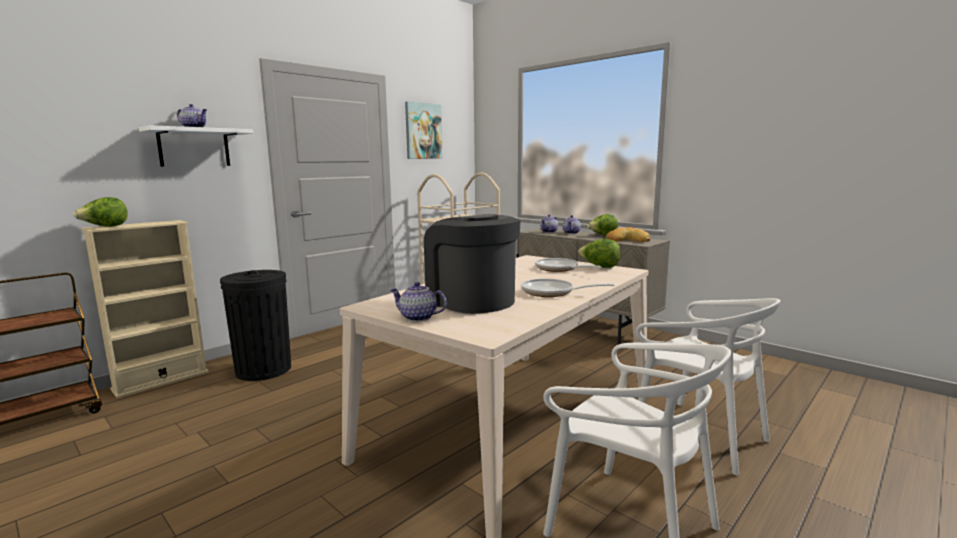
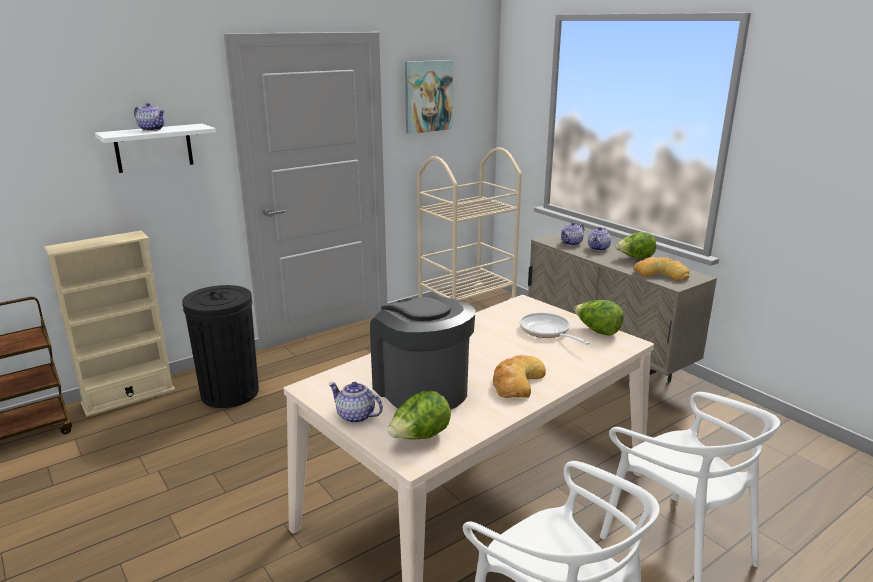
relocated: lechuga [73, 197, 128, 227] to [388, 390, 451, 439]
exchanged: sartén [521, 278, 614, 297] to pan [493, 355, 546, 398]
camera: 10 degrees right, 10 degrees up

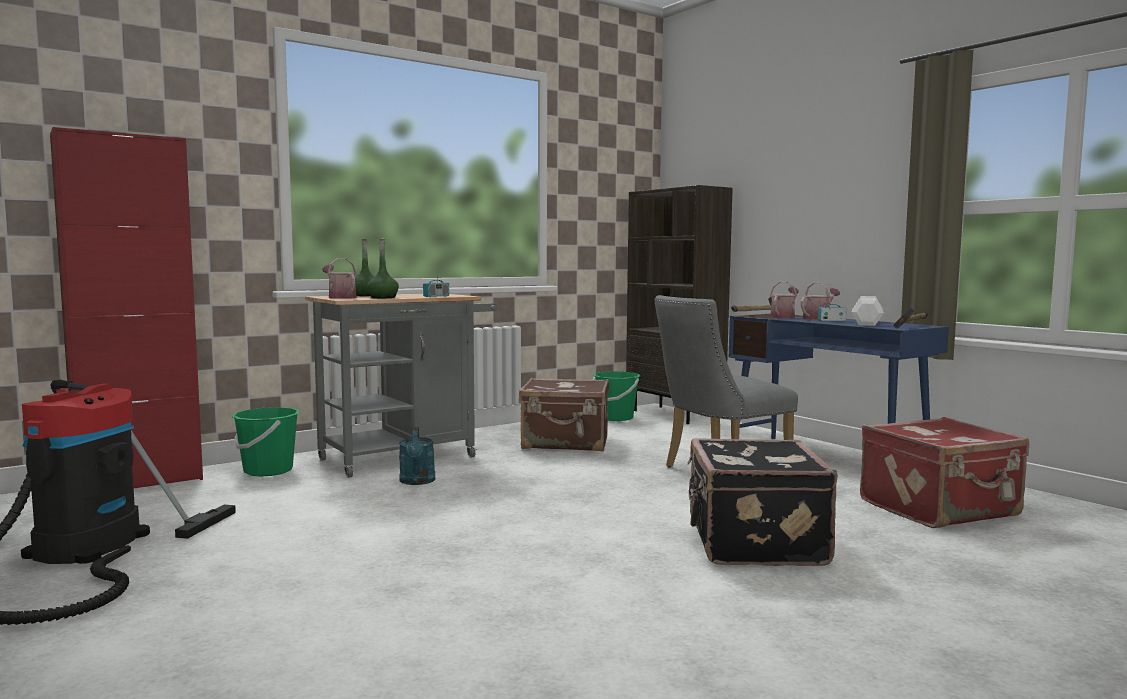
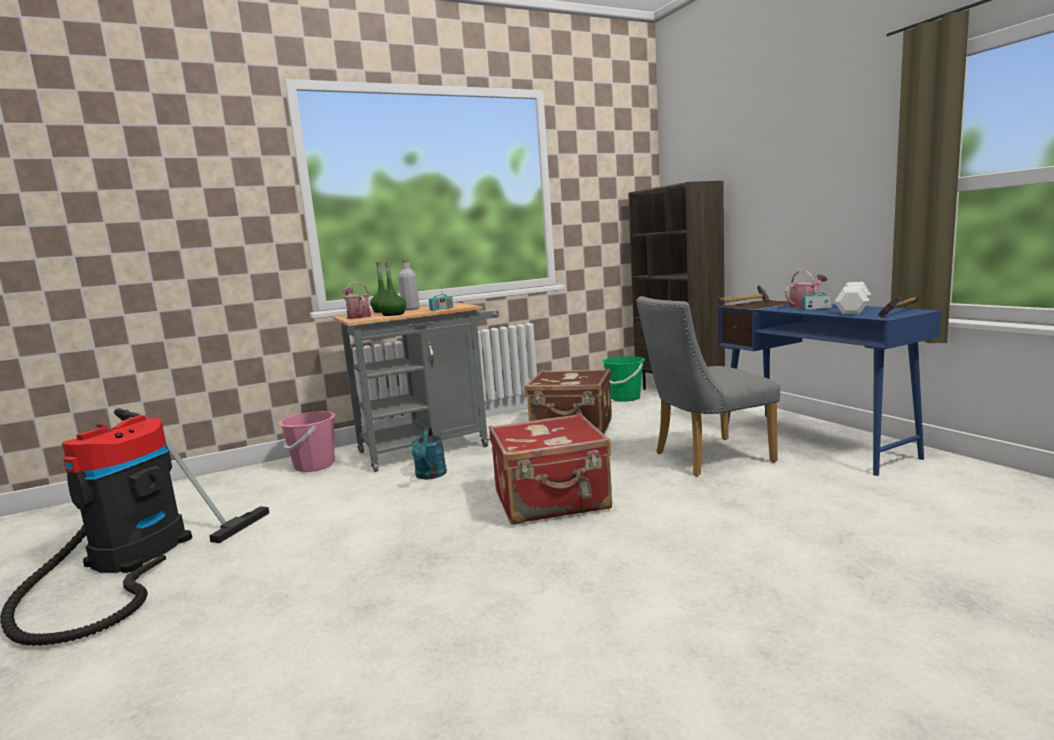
missing: armario/rojo [50, 127, 203, 488]; maleta/negro [687, 438, 838, 566]; regadera [770, 281, 799, 318]
appeared: botella/gris [398, 260, 420, 311]
relocated: maleta/rojo [860, 417, 1030, 528] to [489, 413, 612, 525]
colour: cubo/verde [232, 407, 300, 477] to cubo/rosa [279, 411, 336, 472]
camera: 10 degrees right, 5 degrees up

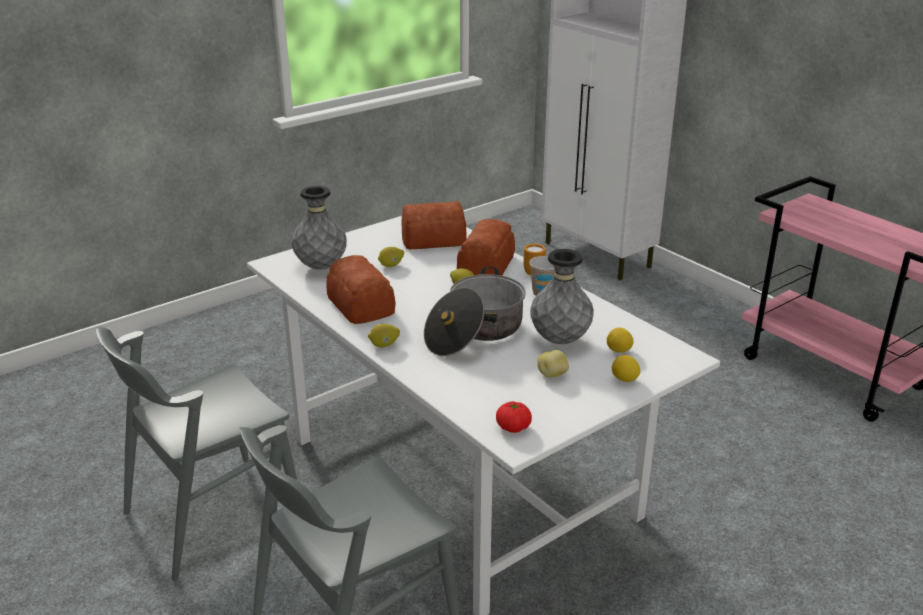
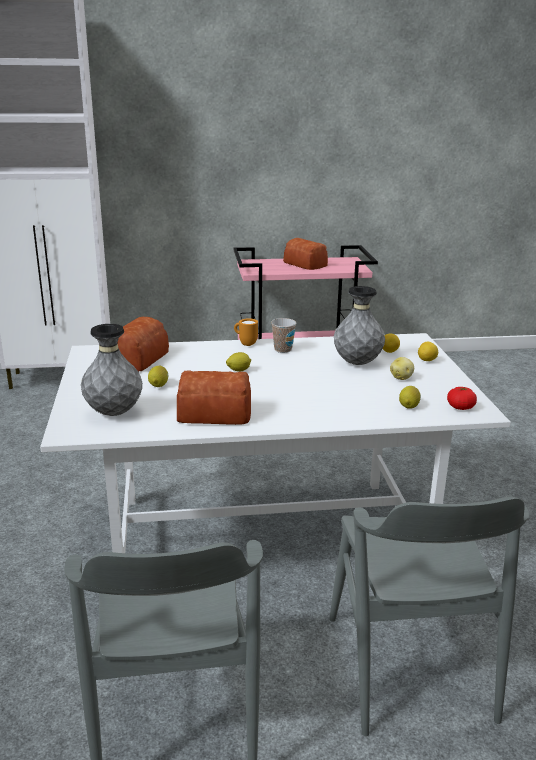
missing: olla [424, 267, 526, 356]
relocated: limón [368, 324, 400, 347] to [399, 386, 421, 409]; pan [457, 219, 515, 276] to [283, 238, 328, 270]
camera: 60 degrees left, 5 degrees down

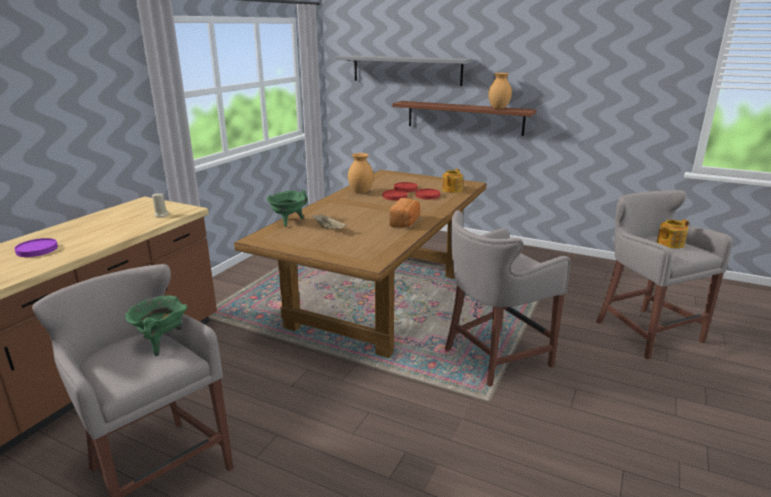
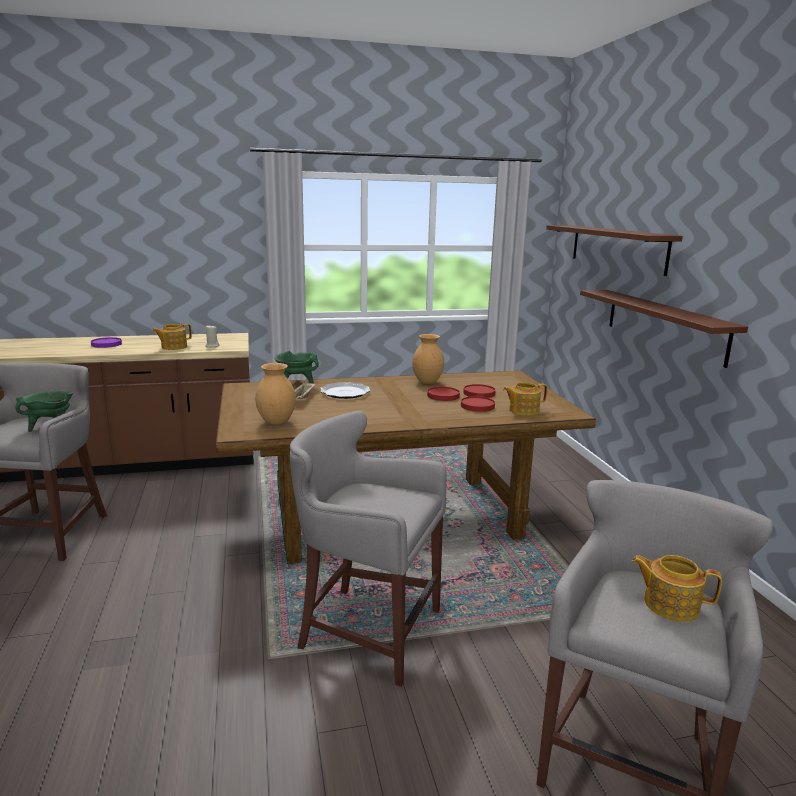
missing: pan [389, 198, 420, 228]
appeared: tetera [152, 324, 192, 350]; plato [321, 382, 370, 399]
relocated: florero/marrón [488, 73, 512, 109] to [255, 363, 296, 425]
colour: estante/gris [336, 55, 473, 86] to estante/marrón [546, 225, 683, 276]
camera: 50 degrees right, 5 degrees down

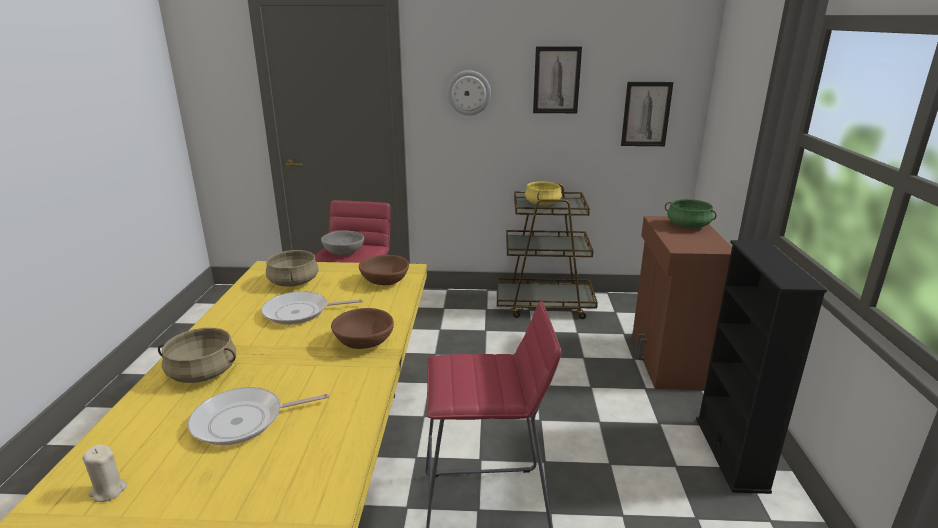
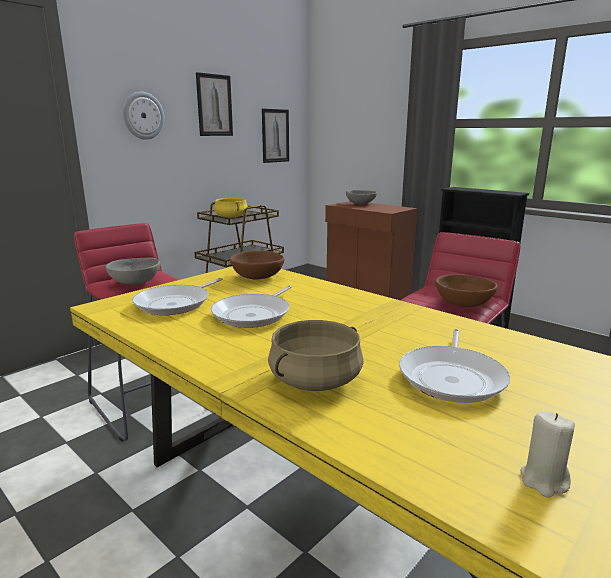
relocated: cuenco/marrón [331, 308, 394, 349] to [436, 274, 498, 307]
exchanged: olla/beis [266, 250, 319, 287] to sartén [132, 278, 223, 315]; olla/verde [665, 199, 717, 228] to cuenco/gris [346, 190, 377, 205]
camera: 50 degrees left, 5 degrees down

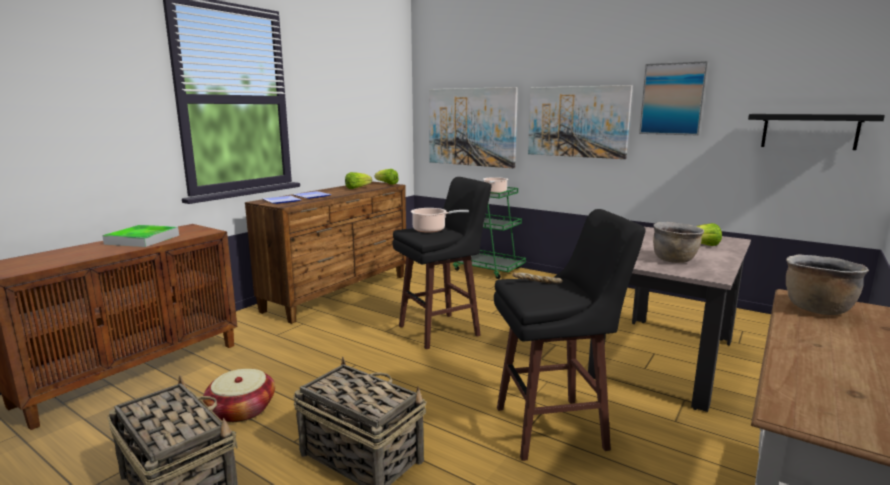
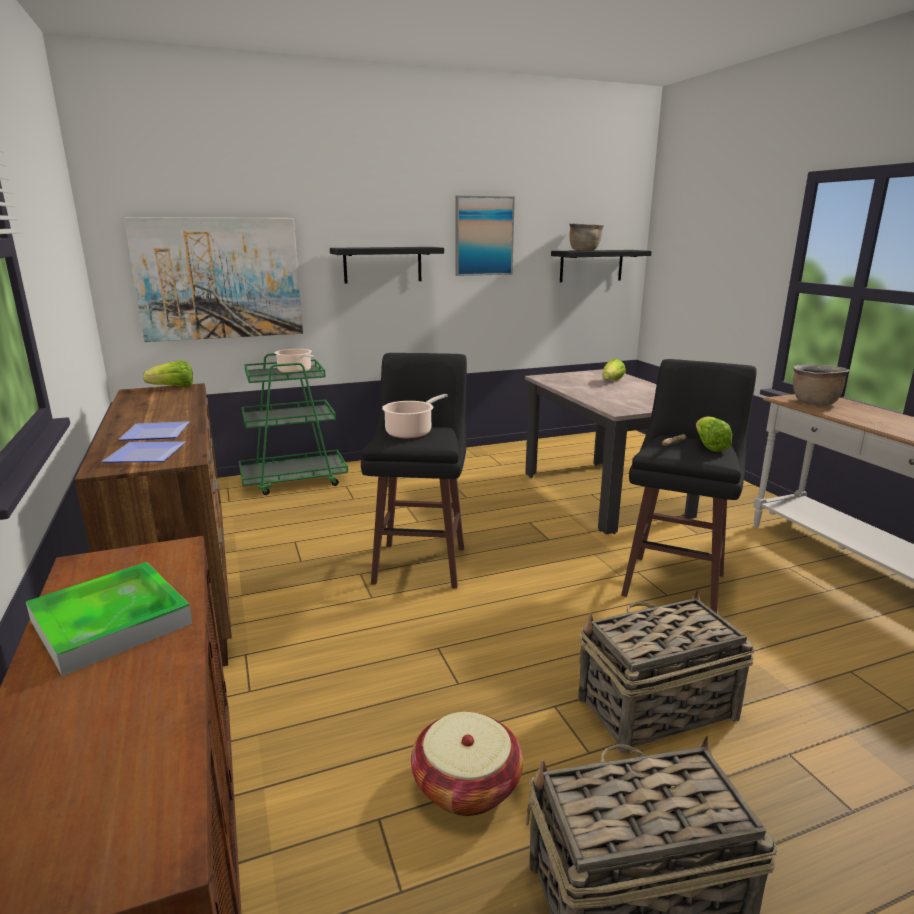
relocated: lechuga [345, 172, 372, 189] to [696, 416, 732, 452]; olla/marrón [653, 222, 704, 263] to [569, 223, 604, 251]
exchanged: cuadro [528, 85, 633, 159] to estante/negro [330, 247, 444, 283]
camera: 55 degrees left, 5 degrees up

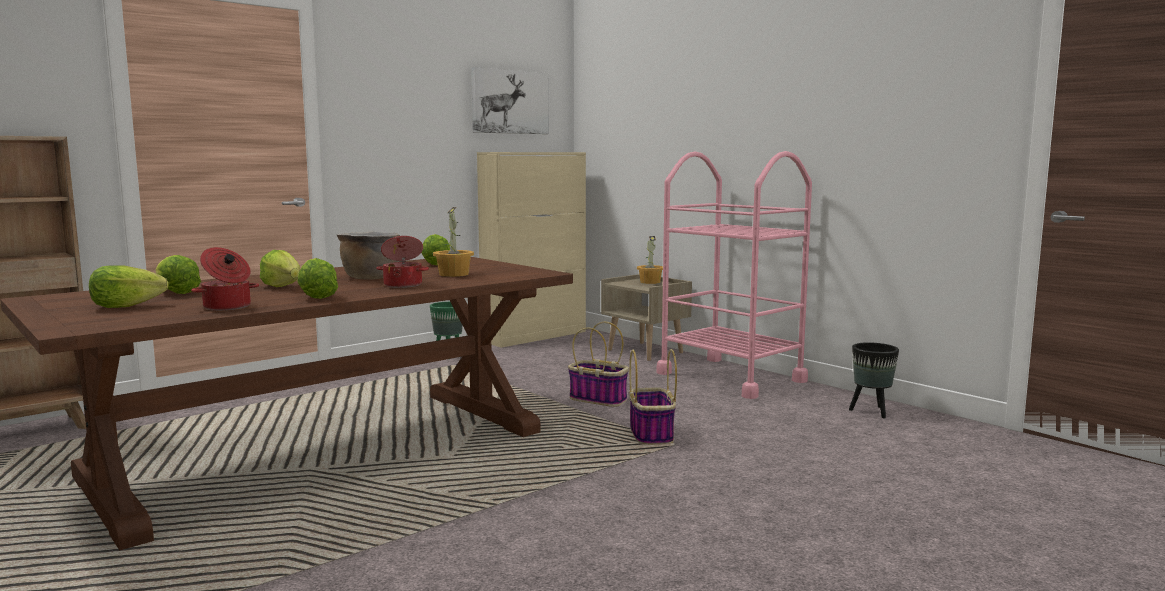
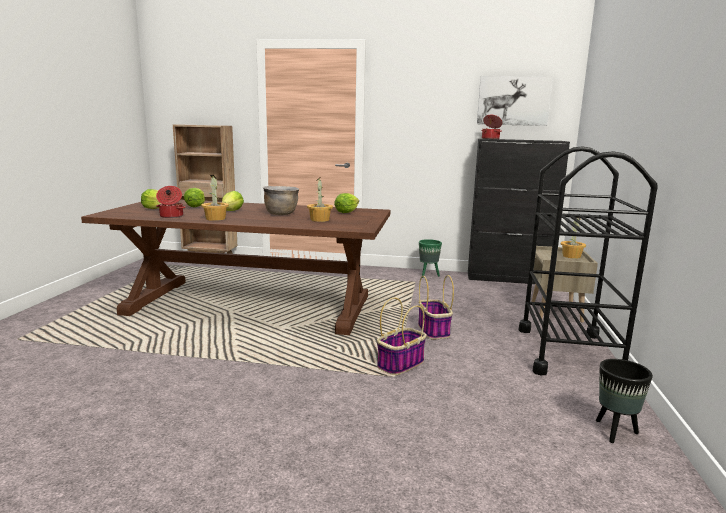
relocated: olla [376, 236, 429, 288] to [481, 115, 502, 139]
exchanged: lechuga [297, 258, 338, 299] to planta en maceta [201, 175, 229, 221]
colour: armario/beis [477, 152, 586, 348] to armario/negro [468, 139, 570, 284]; carrito/rosa [656, 151, 812, 399] to carrito/negro [519, 146, 658, 375]
camera: 50 degrees right, 5 degrees up

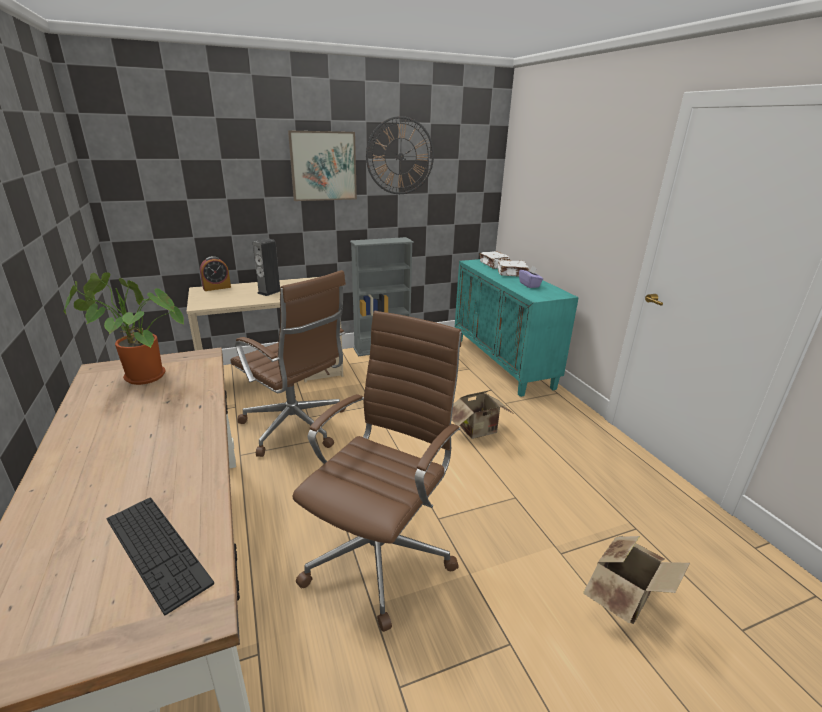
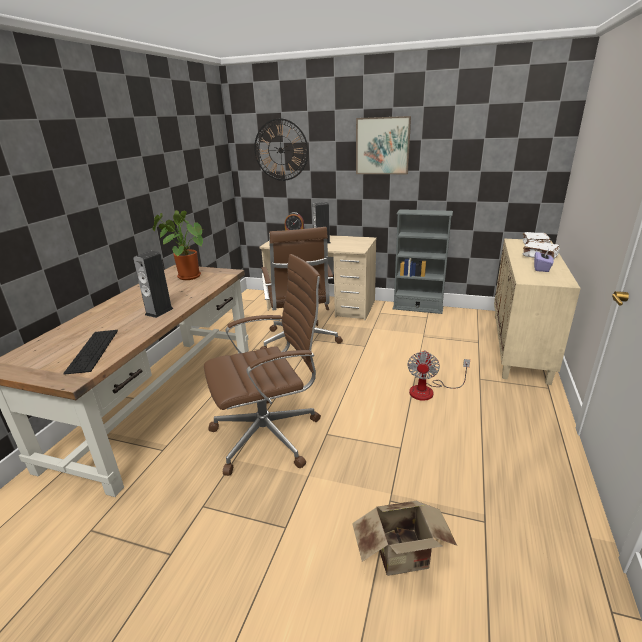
appeared: altavoz [133, 251, 174, 318]
relocated: reloj de pared [366, 116, 434, 194] to [254, 118, 308, 181]
exchanged: caja de cartón [451, 390, 512, 439] to ventilador [407, 350, 470, 401]
colour: armario/turquesa [455, 259, 579, 397] to armario/beis [494, 239, 581, 385]
camera: 40 degrees right, 0 degrees up

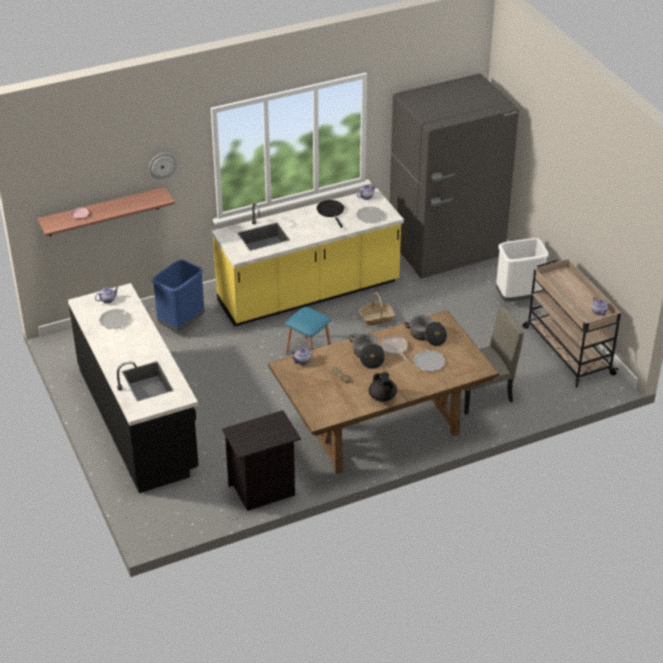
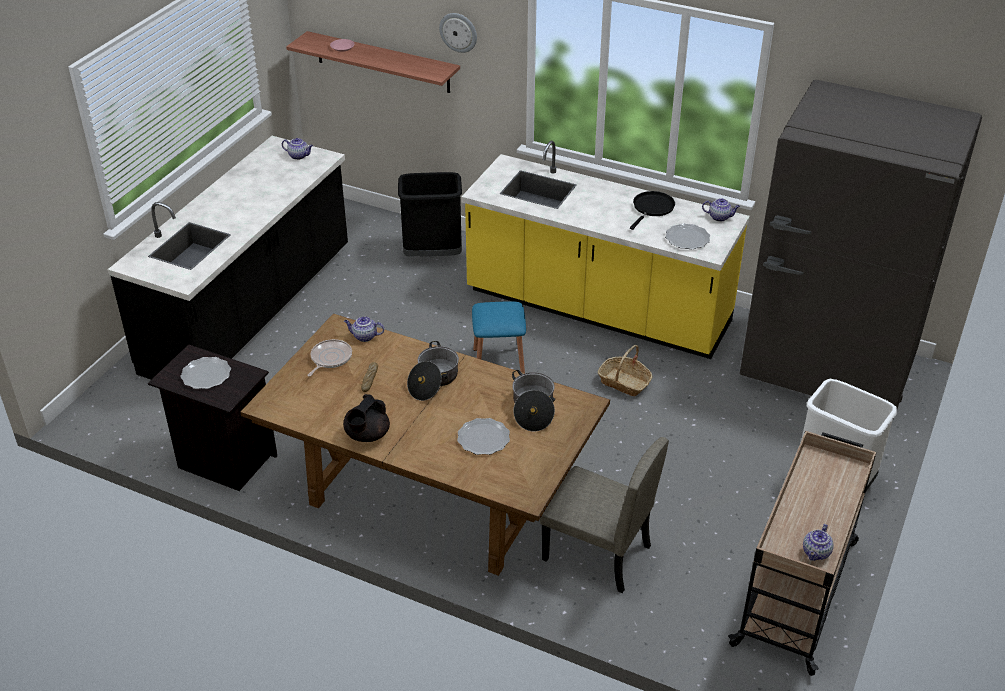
relocated: plato [99, 309, 131, 329] to [180, 357, 231, 389]; sartén [381, 336, 408, 360] to [308, 339, 352, 377]
colour: papelera/azul [152, 259, 205, 332] to papelera/negro [398, 172, 462, 257]
camera: 50 degrees right, 0 degrees up

